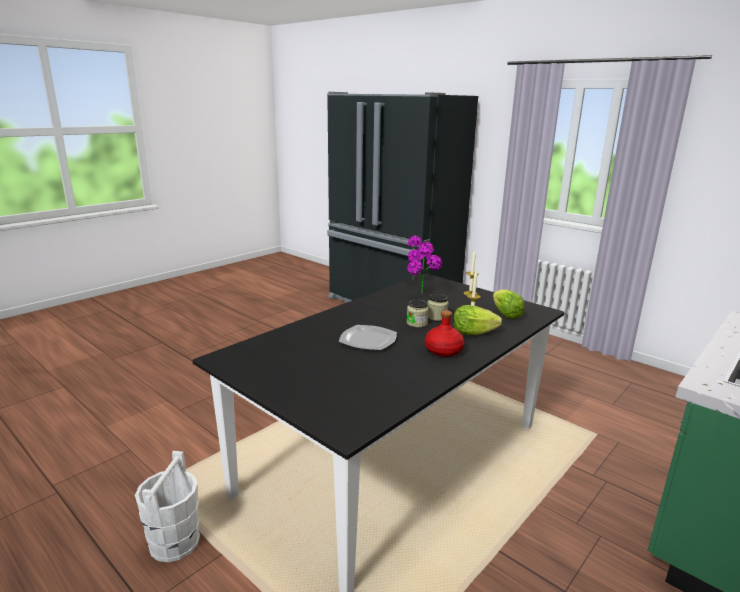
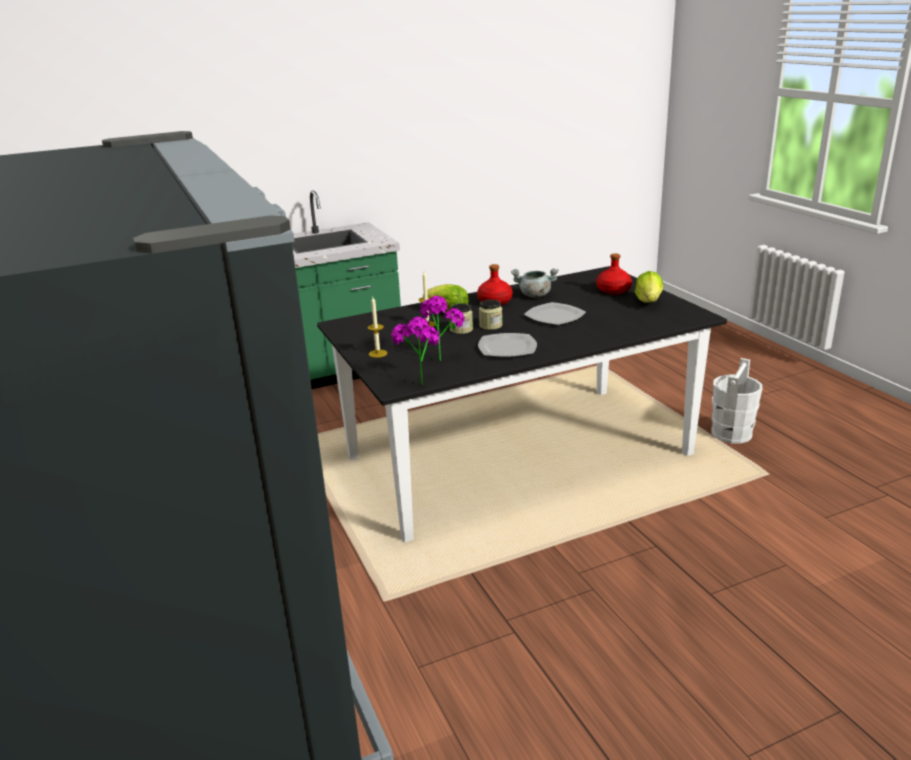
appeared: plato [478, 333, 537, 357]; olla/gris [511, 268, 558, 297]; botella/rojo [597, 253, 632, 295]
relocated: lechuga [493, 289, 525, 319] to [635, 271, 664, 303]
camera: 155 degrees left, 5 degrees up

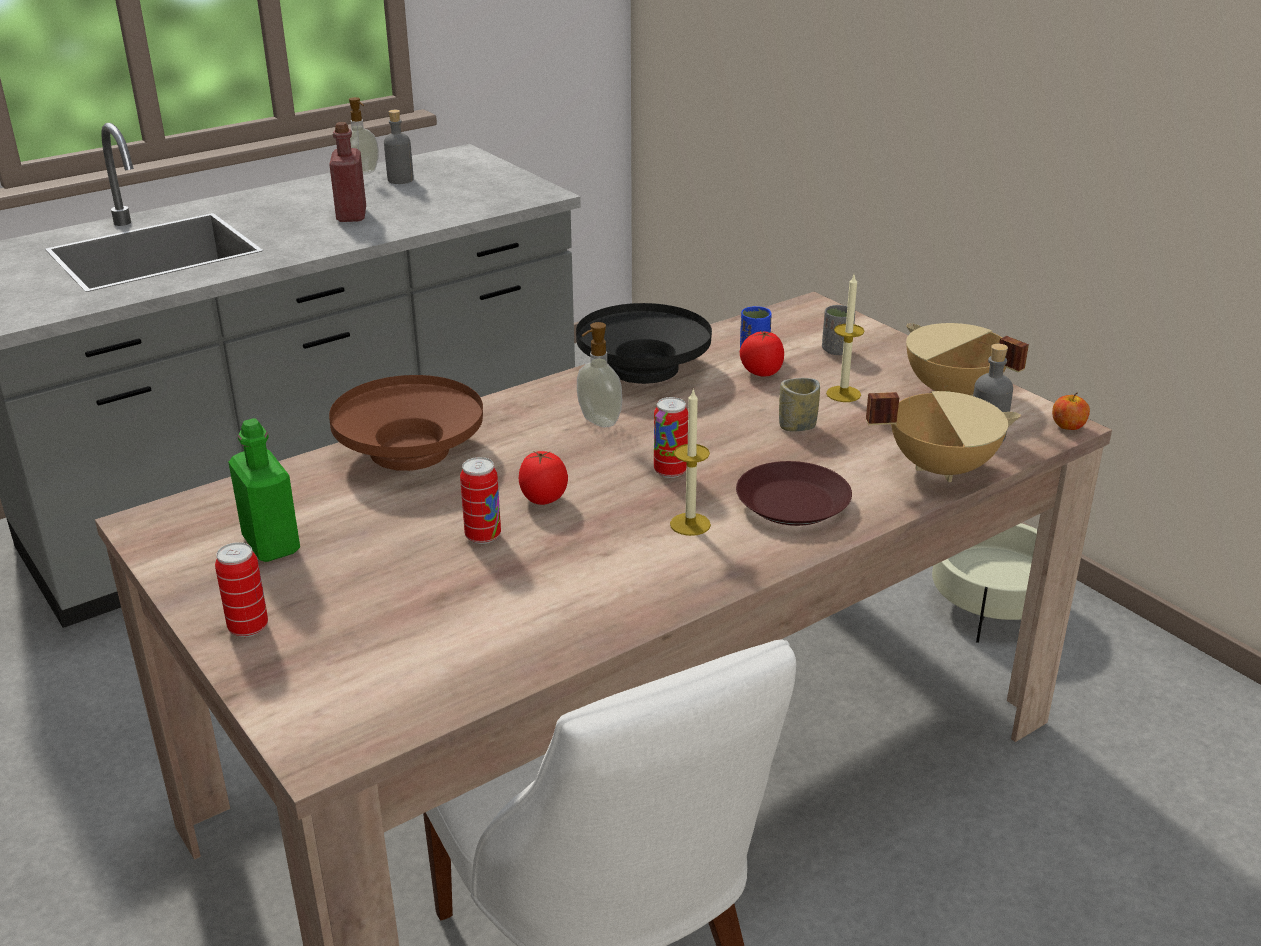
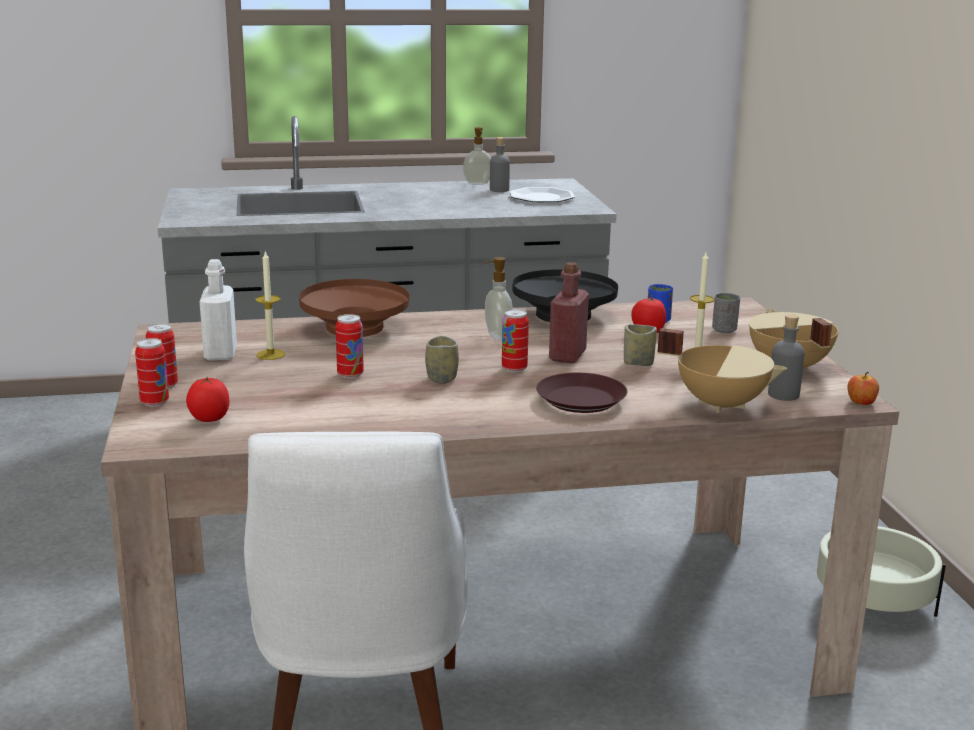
appeared: lata [135, 338, 169, 407]; taza [425, 336, 459, 384]; plato [510, 187, 575, 202]
relocated: botella/rojo [329, 122, 366, 222] to [549, 262, 589, 363]; tomate [519, 451, 568, 505] to [186, 377, 230, 422]; vela [670, 388, 711, 536] to [255, 251, 286, 360]
colour: botella/verde [228, 418, 300, 562] to botella/blanco [199, 259, 237, 360]
camera: 25 degrees right, 10 degrees down

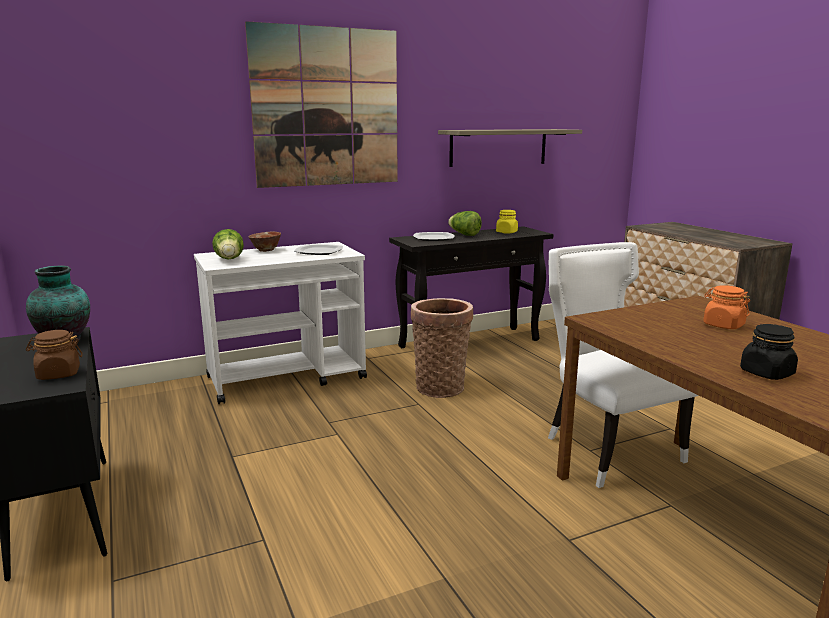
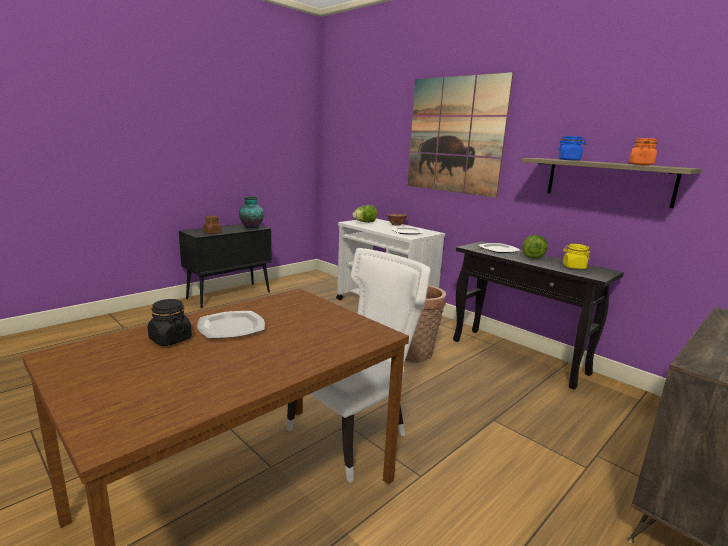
appeared: plato [197, 311, 265, 339]; tarro/azul [558, 136, 587, 160]
relocated: tarro/naranja [703, 285, 750, 329] to [629, 138, 657, 165]
camera: 70 degrees right, 0 degrees up

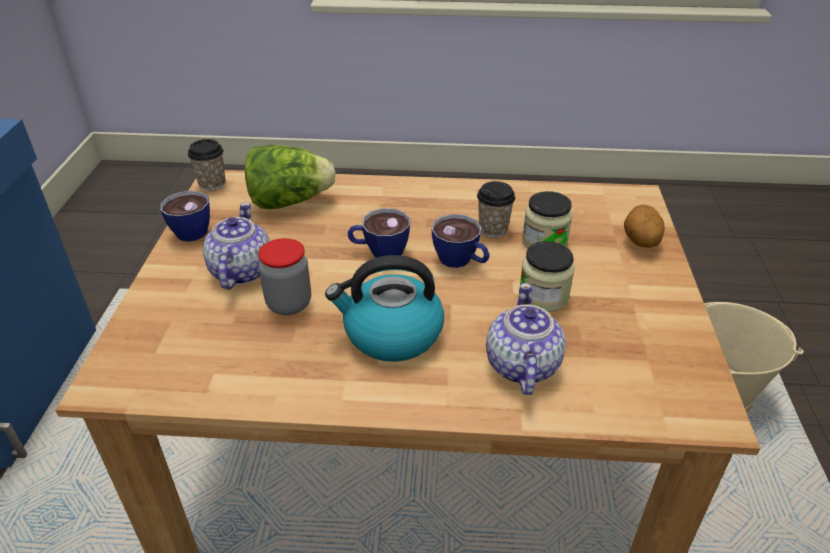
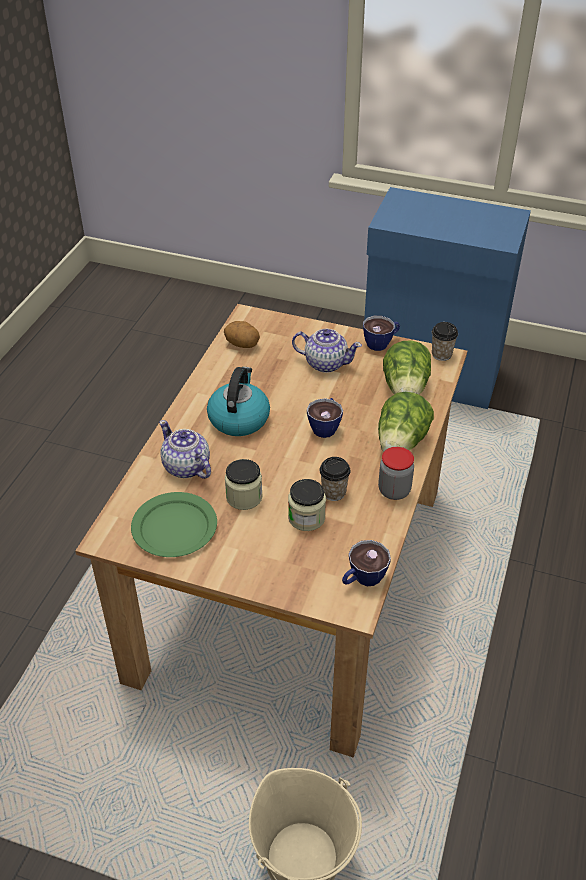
appeared: plato/verde [131, 492, 217, 557]; lechuga [378, 392, 434, 452]
relocated: tarro [258, 238, 311, 315] to [378, 447, 414, 500]; taza [432, 214, 490, 268] to [342, 540, 391, 586]; patata [624, 205, 665, 248] to [224, 321, 260, 348]
spun: tetera [486, 283, 566, 395] = [159, 420, 211, 479] 150 degrees counterclockwise
camera: 105 degrees right, 5 degrees up

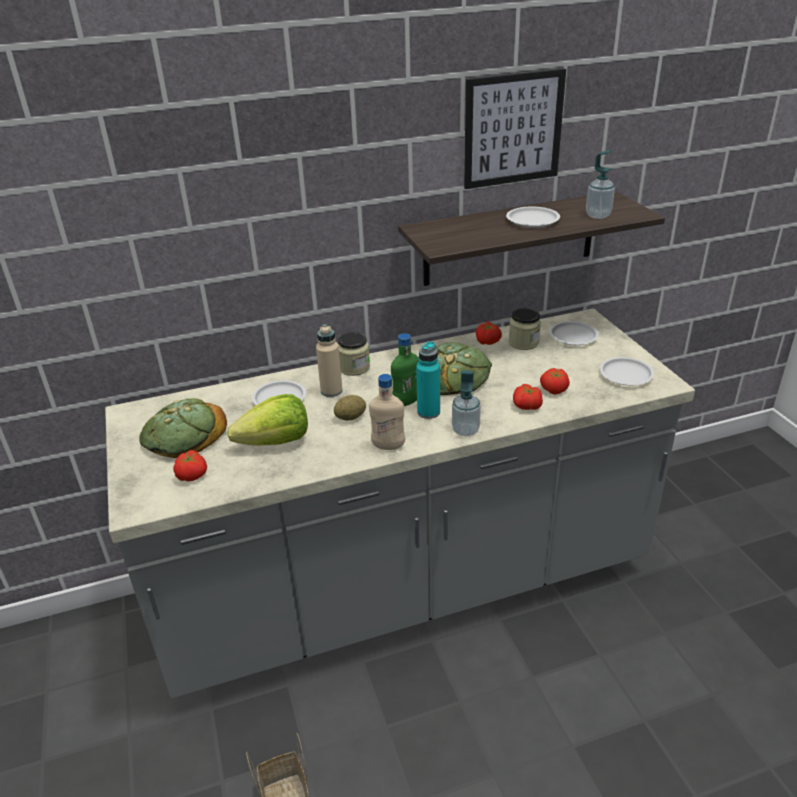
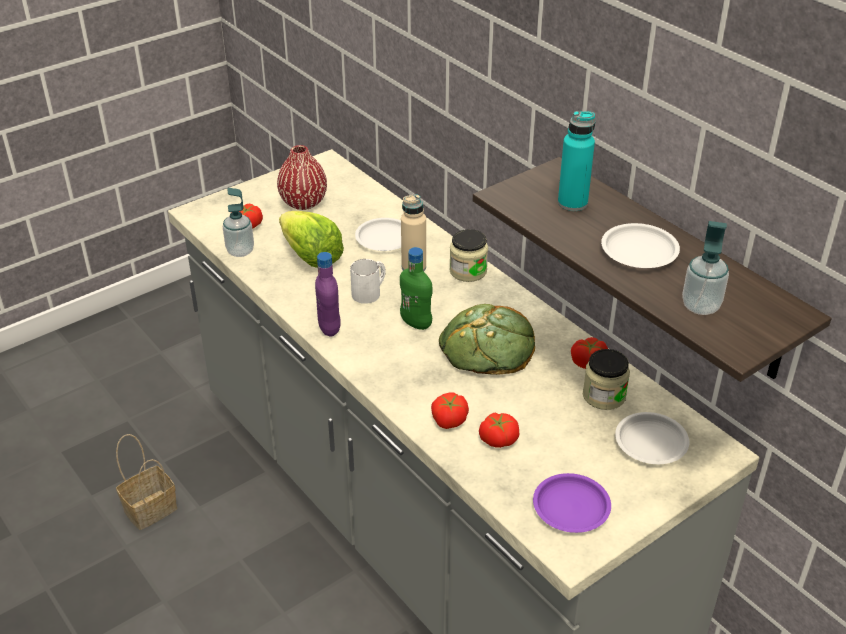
missing: cuadro [464, 69, 566, 189]
relocated: botella/turquesa [416, 341, 440, 419] to [558, 111, 595, 211]; dispensador de jabón [452, 370, 481, 436] to [223, 188, 254, 257]
exchanged: pan [139, 398, 227, 458] to florero/rojo [277, 145, 327, 210]; patata [334, 395, 366, 421] to taza grande/blanco [350, 259, 386, 304]
colour: botella/beis [369, 374, 405, 450] to botella/morado [315, 252, 340, 337]; plato/blanco [600, 357, 654, 385] to plato/morado [533, 473, 611, 533]
camera: 70 degrees right, 5 degrees up

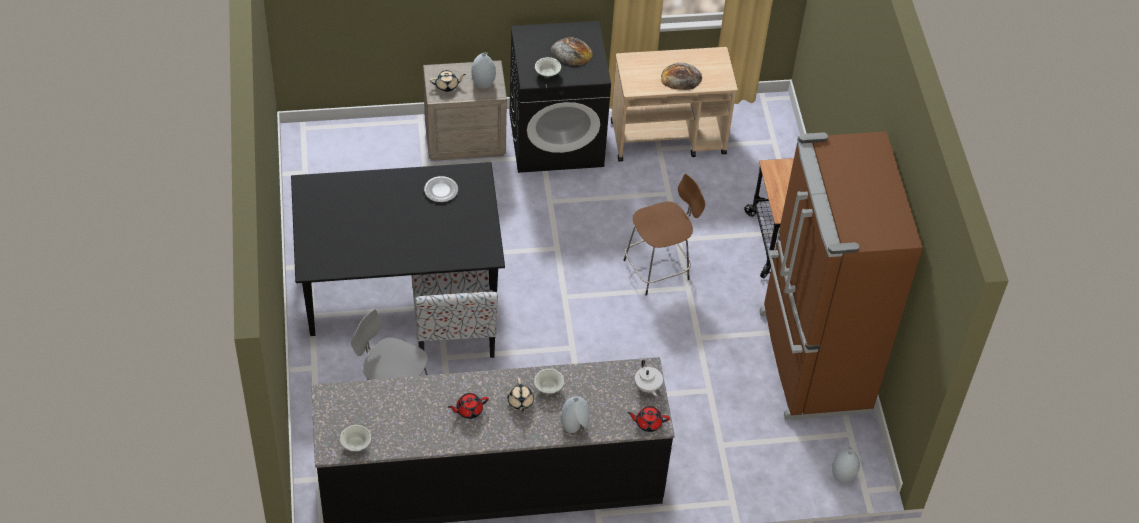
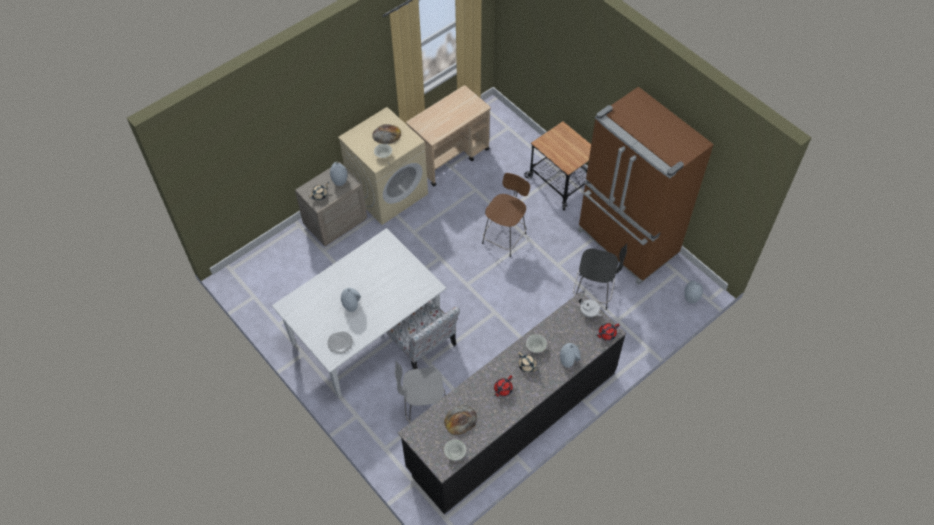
appeared: florero/gris [341, 288, 361, 312]; taburete/negro [573, 243, 627, 310]
relocated: plato [424, 176, 458, 202] to [327, 331, 353, 354]; pan [661, 63, 702, 90] to [444, 405, 477, 435]
colour: mesa de comedor/negro [291, 162, 505, 336] to mesa de comedor/blanco [272, 228, 446, 398]; lavadora/negro [509, 21, 611, 173] to lavadora/beis [338, 107, 428, 225]
camera: 30 degrees left, 5 degrees up

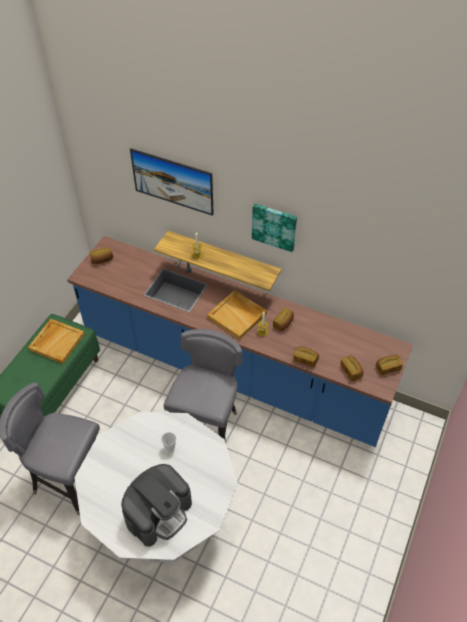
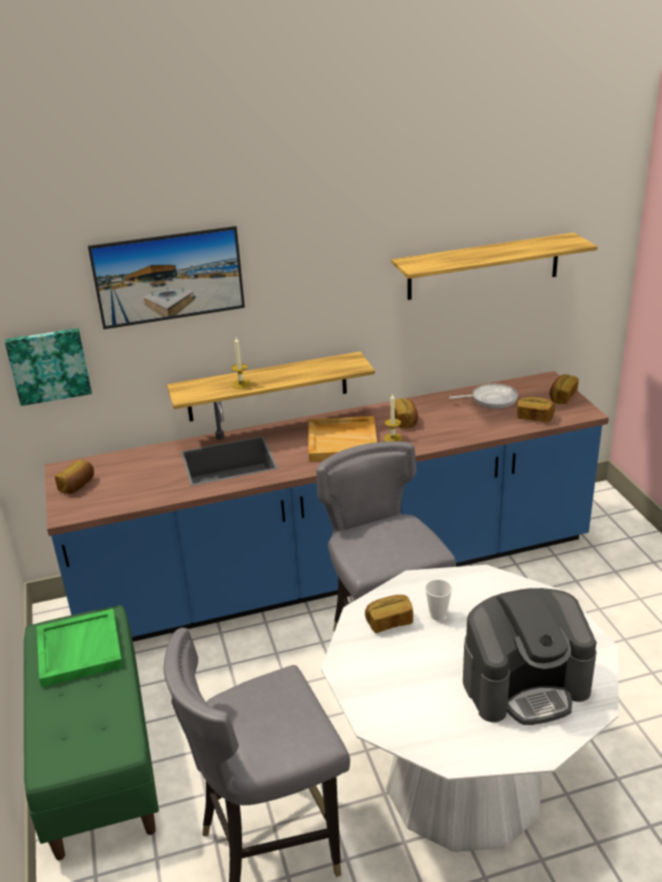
appeared: estante [391, 232, 598, 300]; sartén [449, 384, 518, 409]
relocated: cuadro [252, 204, 297, 252] to [5, 328, 92, 406]; pan [293, 347, 319, 368] to [365, 595, 413, 633]
colour: bandeja/beis [28, 319, 85, 364] to bandeja/verde [37, 609, 123, 687]
spun: cafetera [121, 464, 192, 547] = [463, 588, 597, 725] 75 degrees clockwise
camera: 40 degrees left, 20 degrees down

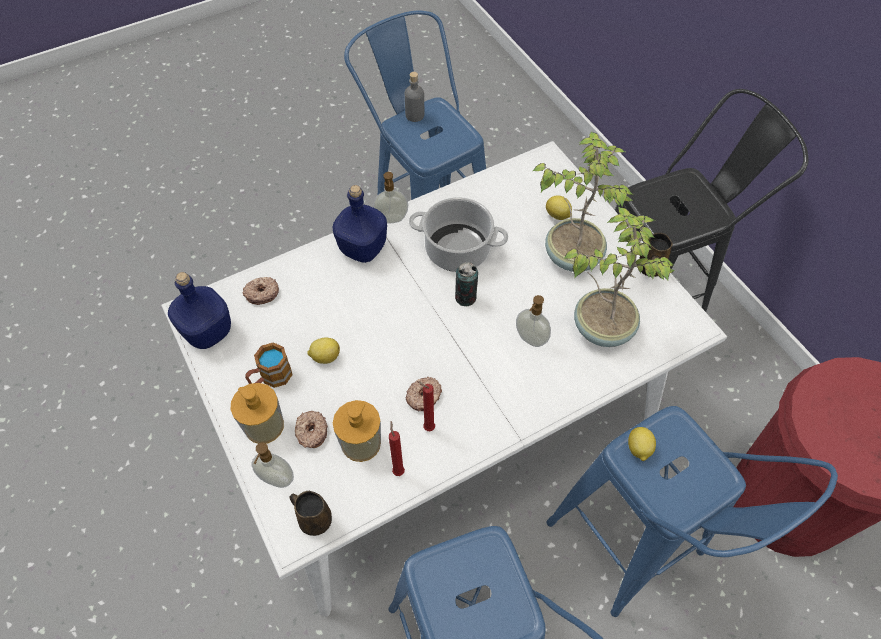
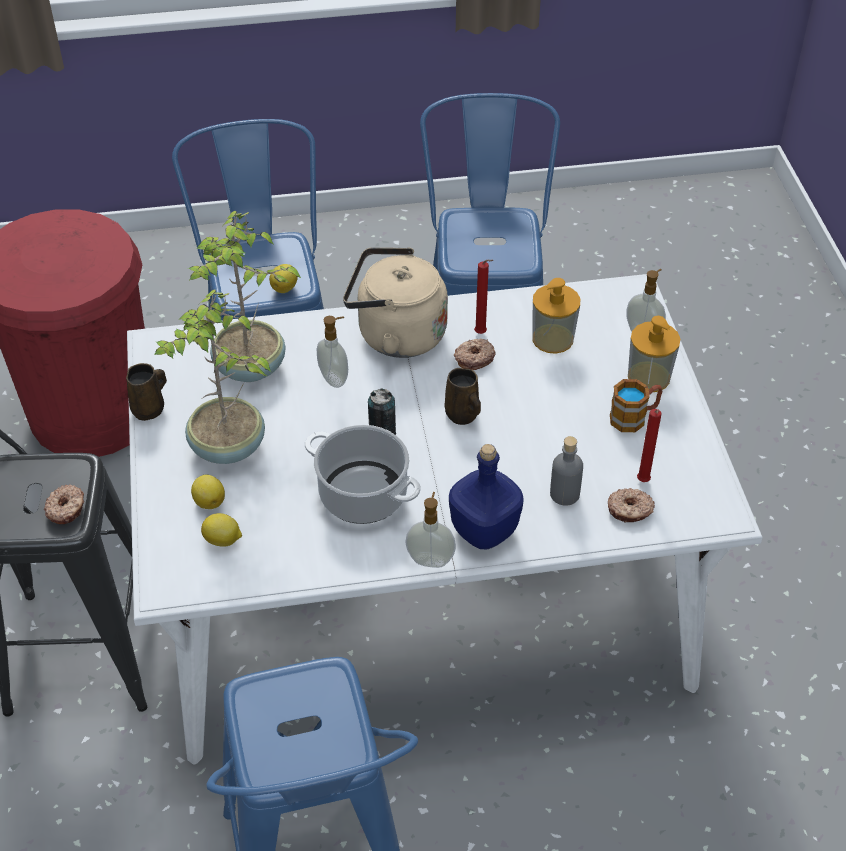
missing: botella/azul [168, 272, 231, 349]
appeared: hervidor/beis [343, 247, 448, 358]
relocated: taza grande/marrón [290, 491, 332, 536] to [445, 368, 481, 425]; rosquilla [295, 411, 328, 448] to [44, 484, 84, 524]; limón [307, 338, 340, 364] to [201, 513, 242, 547]; vela/rojo [389, 421, 405, 476] to [637, 409, 661, 482]; botella/gris [405, 72, 424, 122] to [550, 436, 583, 506]
camera: 160 degrees left, 10 degrees down

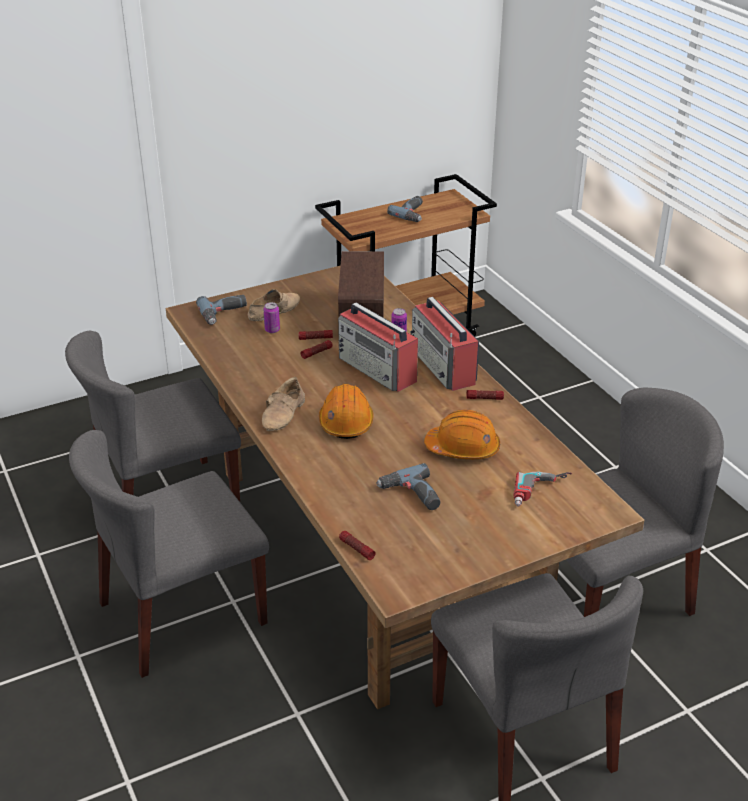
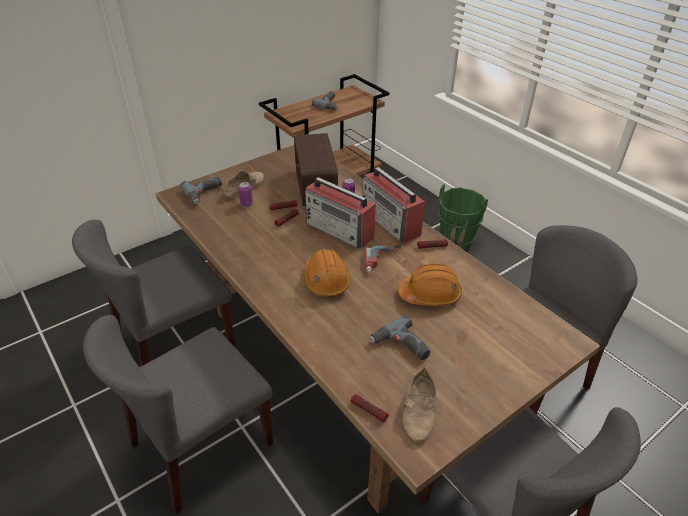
appeared: cubo/verde [438, 184, 488, 250]
relocated: zapato/beis [262, 377, 305, 431] to [403, 366, 436, 442]; taladro [514, 471, 572, 506] to [364, 244, 404, 274]
camera: 10 degrees left, 5 degrees up

